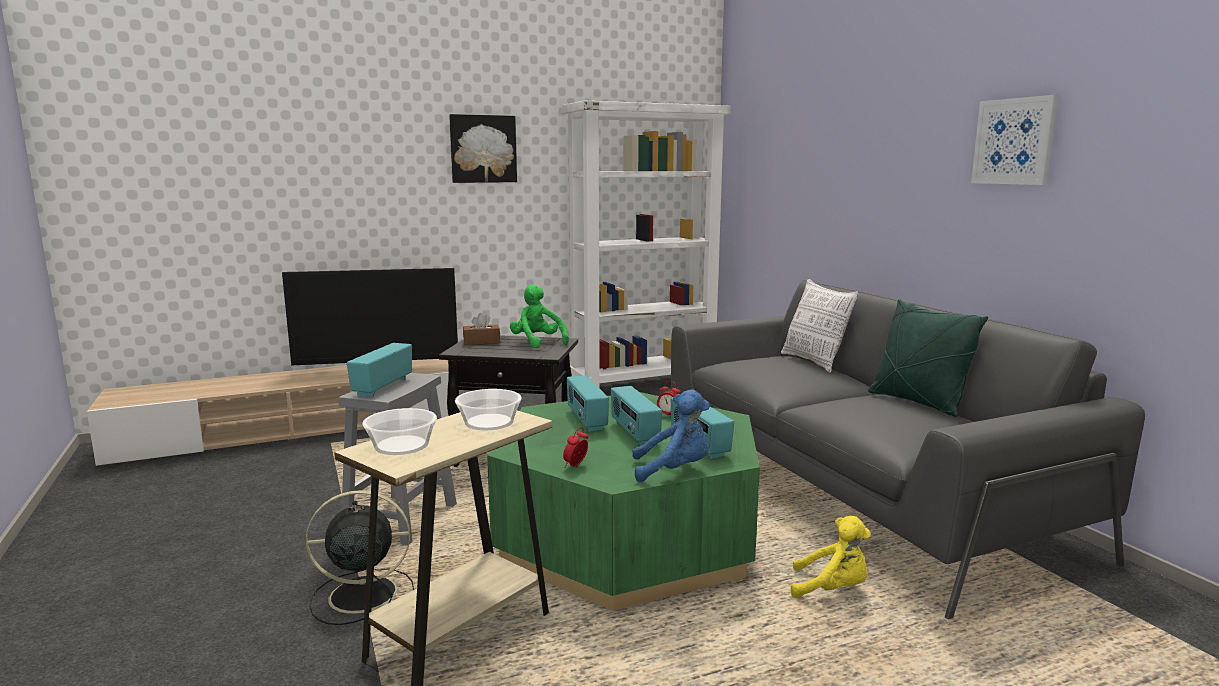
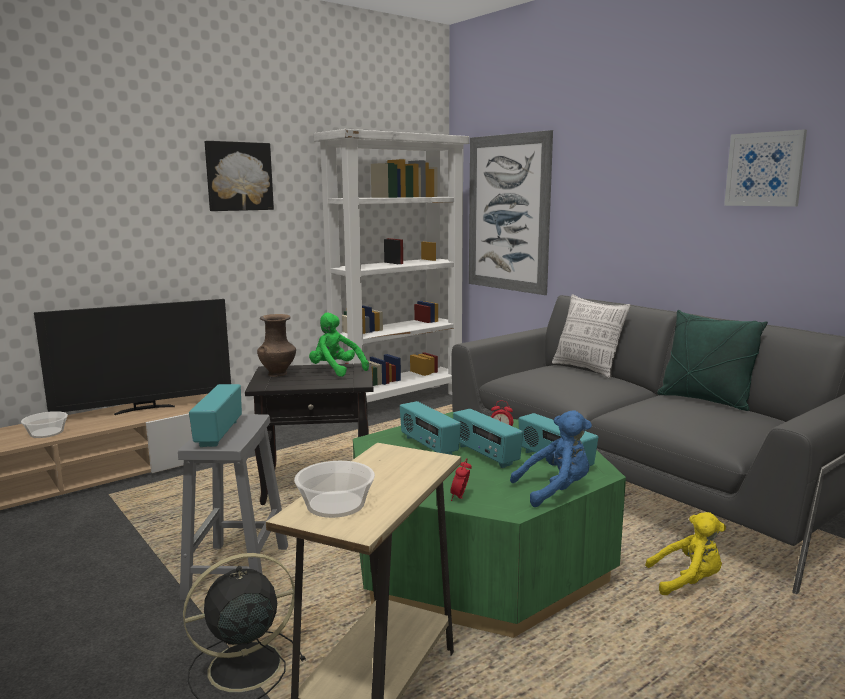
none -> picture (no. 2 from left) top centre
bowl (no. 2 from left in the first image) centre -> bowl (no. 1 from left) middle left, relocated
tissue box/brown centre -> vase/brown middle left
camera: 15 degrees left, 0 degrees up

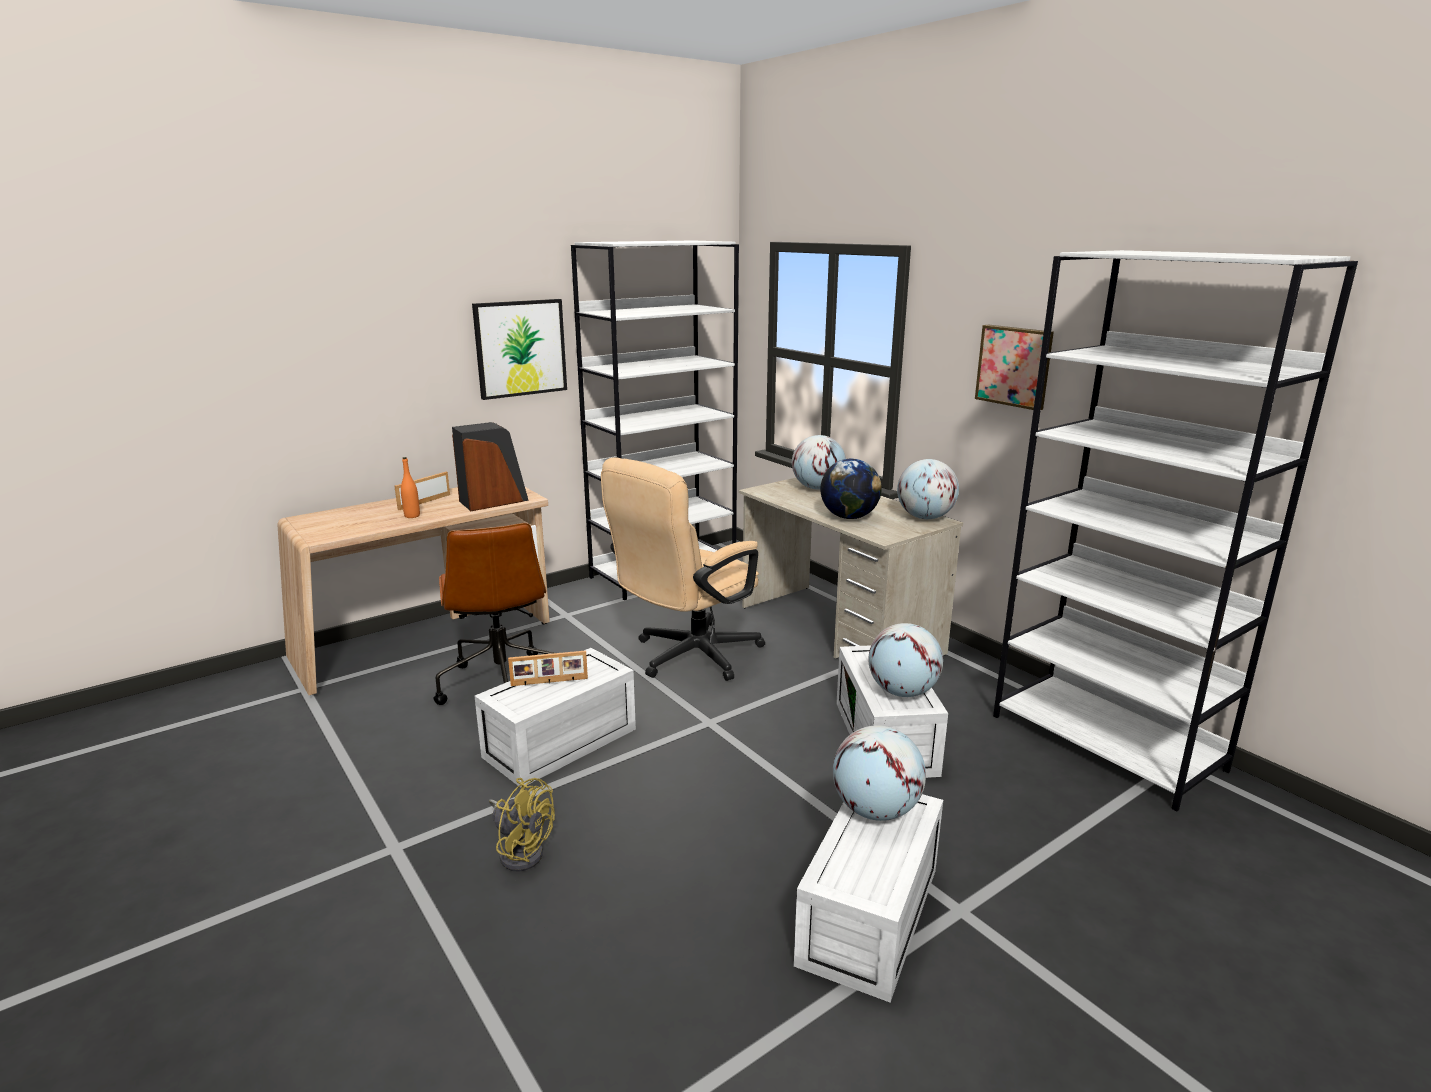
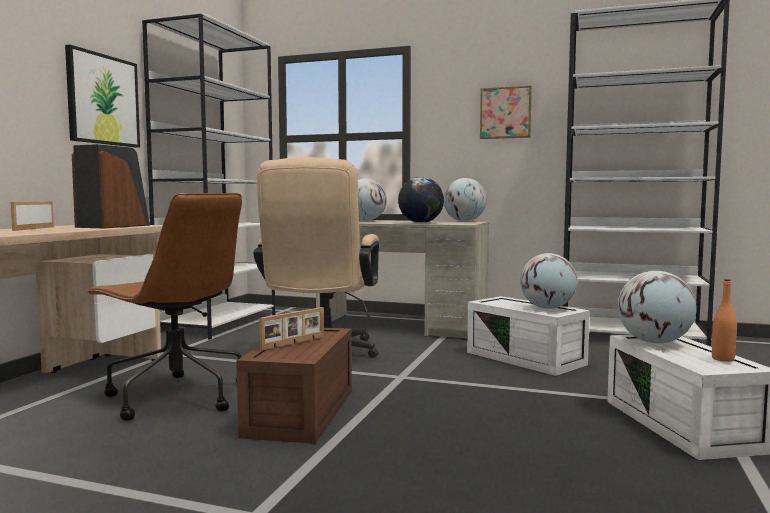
fan/yellow bottom centre -> none
bottle/orange middle left -> bottle/orange middle right, relocated
storage box/white (no. 1 from left) centre -> storage box/brown bottom centre
camera: 35 degrees left, 15 degrees down

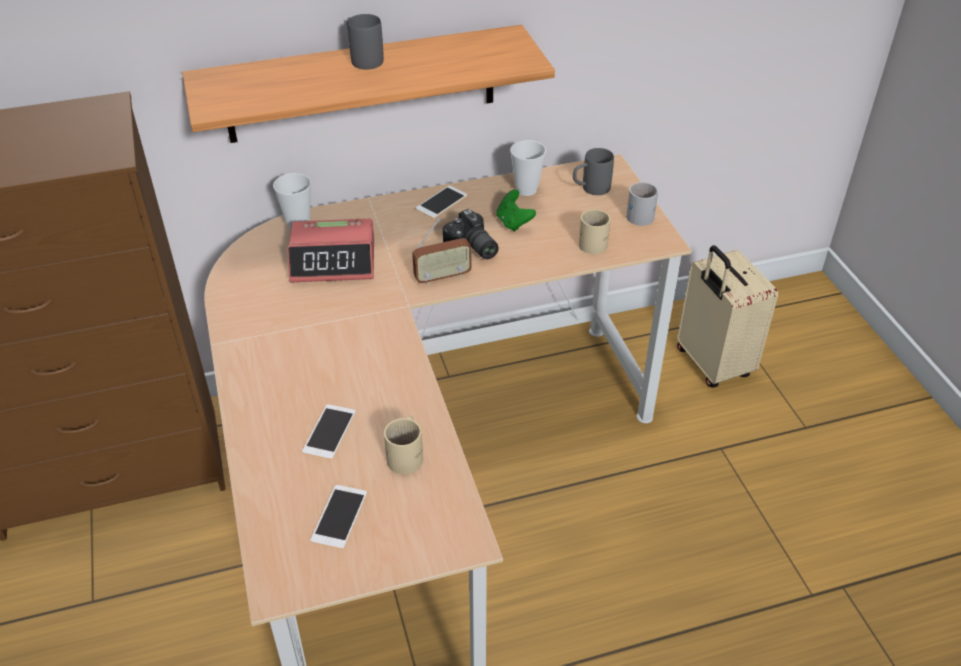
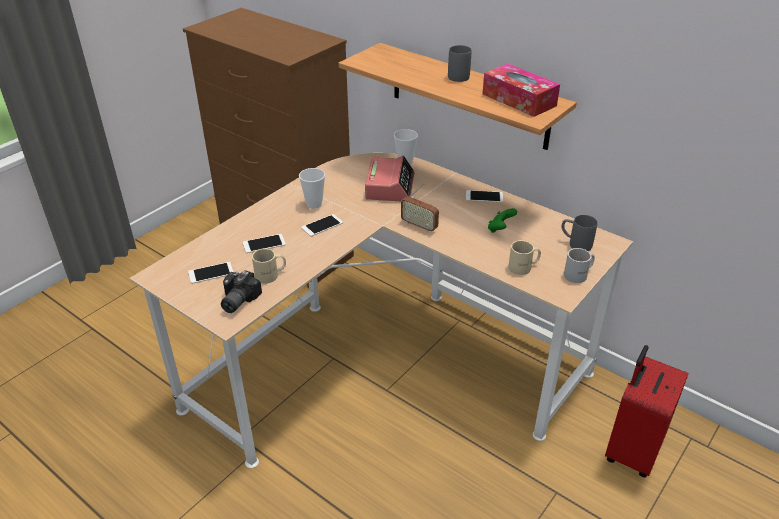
none -> phone (no. 3 from left) centre
none -> tissue box top right
photo camera centre -> photo camera middle left, relocated
cup (no. 2 from left in the first image) top centre -> cup (no. 1 from left) centre, relocated
suitcase/beige middle right -> suitcase/red bottom right
alarm clock centre, 135 degrees counterclockwise
camera: 55 degrees right, 5 degrees down

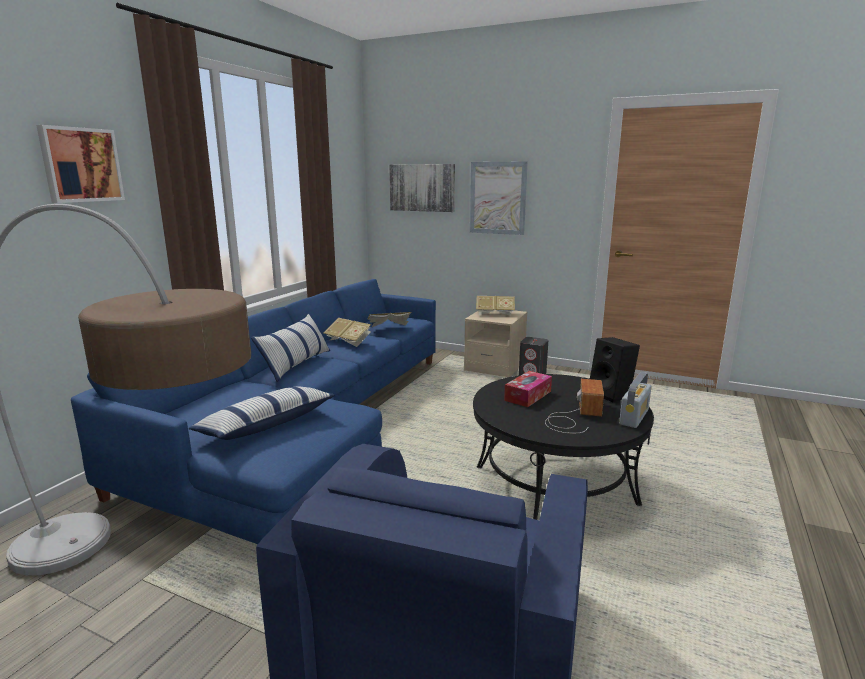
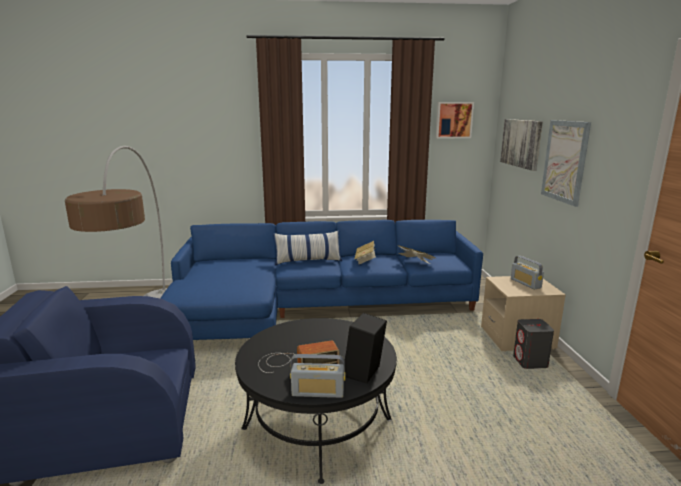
pillow (no. 1 from left) middle left -> none
tissue box centre -> none
picture (no. 1 from left) top left -> picture (no. 1 from left) top right, relocated
book (no. 3 from left) centre -> radio (no. 3 from left) middle right
camera: 60 degrees right, 0 degrees up

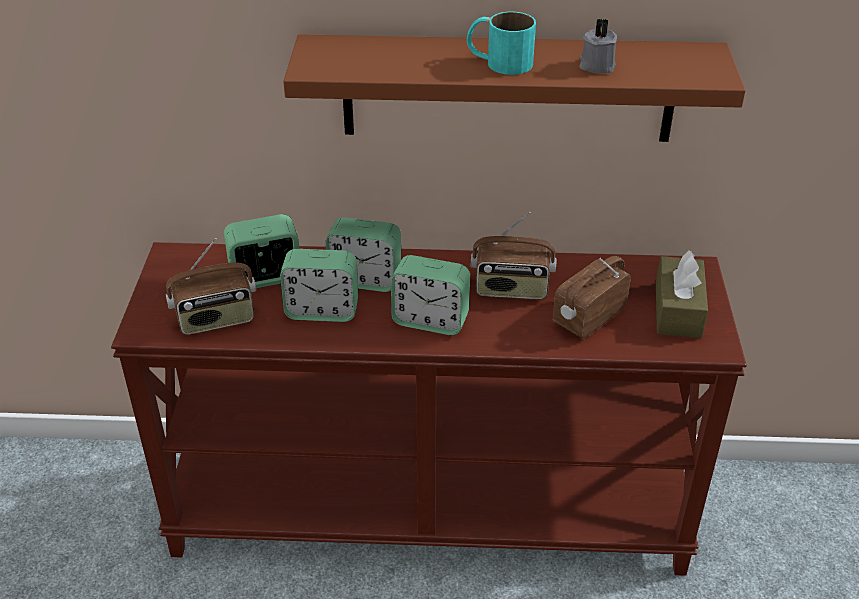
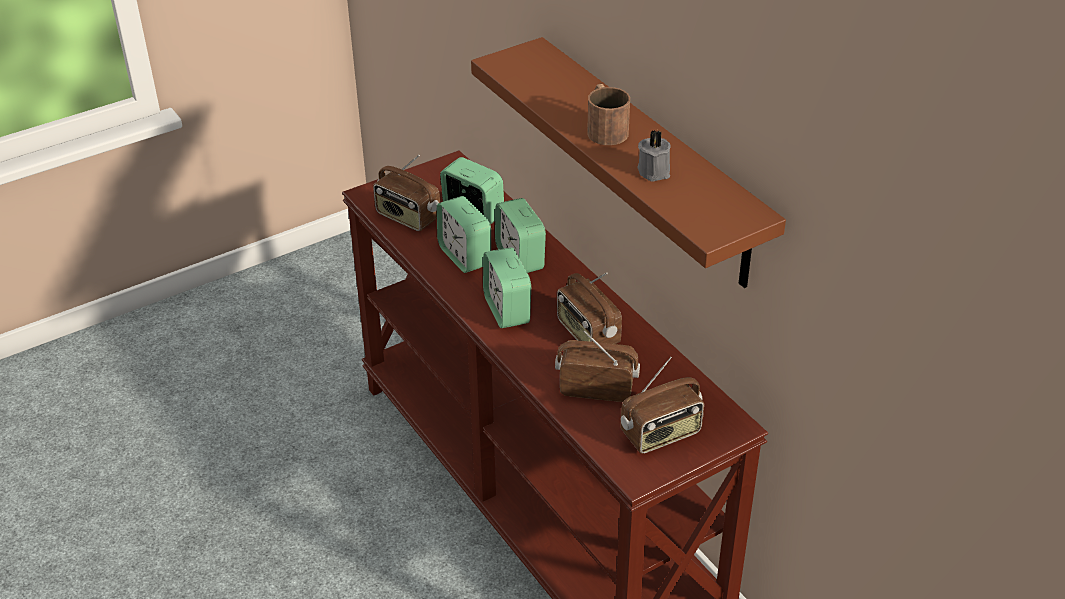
tissue box/brown middle right -> radio (no. 4 from left) bottom centre
mug/turquoise top centre -> mug/brown top centre
camera: 55 degrees right, 0 degrees up

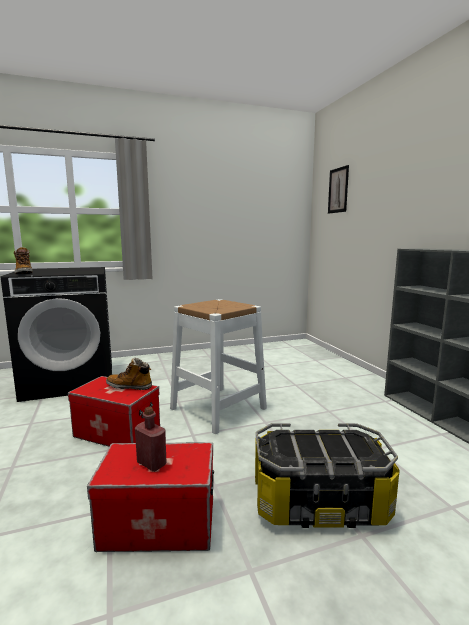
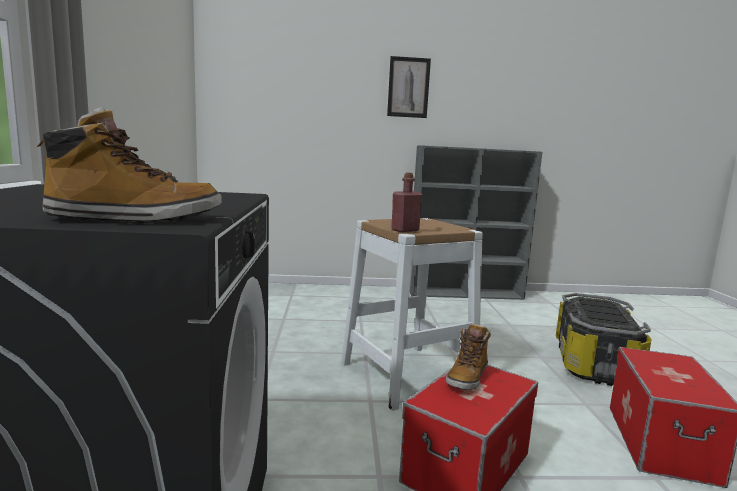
bottle/red bottom left -> bottle/red centre, relocated
picture top right -> picture top centre, relocated
camera: 75 degrees left, 0 degrees up

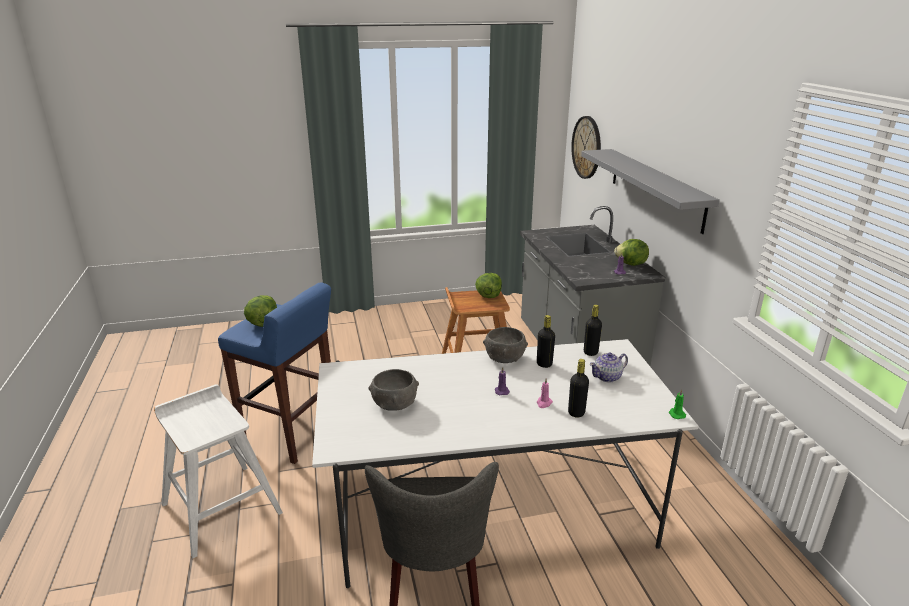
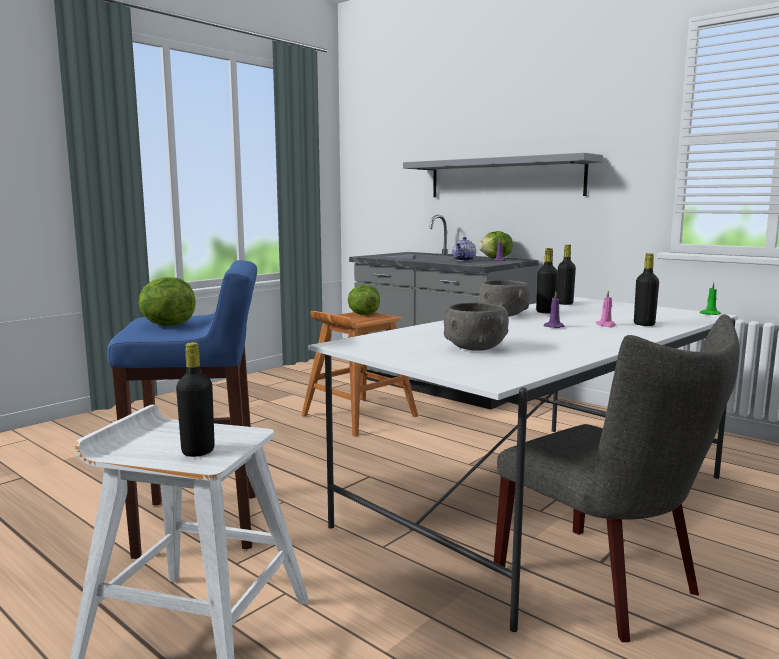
wall clock top centre -> none
none -> bottle/black (no. 1 from left) middle left
teapot middle right -> teapot centre, relocated
camera: 35 degrees left, 15 degrees down

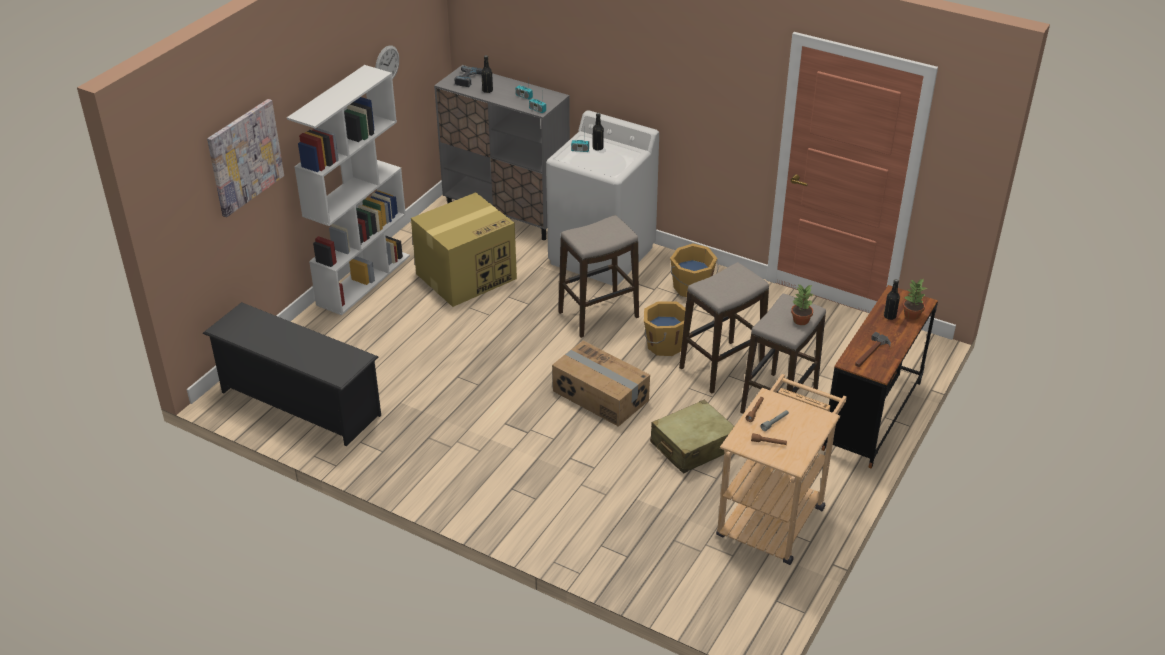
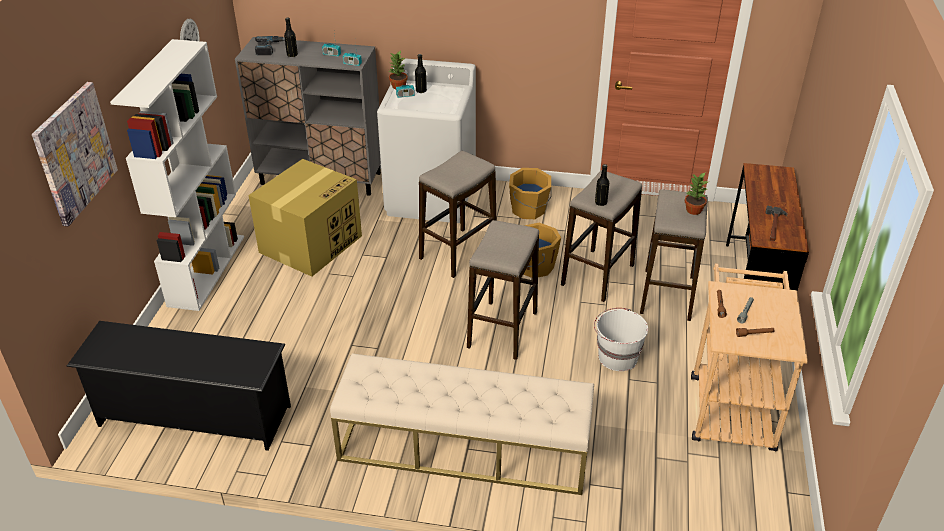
none -> bench/beige bottom centre
bottle/black (no. 3 from left) middle right -> bottle/black (no. 3 from left) centre, relocated
potted plant (no. 2 from left in the first image) middle right -> potted plant (no. 1 from left) top centre, relocated
cardboard box (no. 2 from left) centre -> stool (no. 2 from left) centre
suitcase/beige bottom centre -> bucket/white centre
camera: 20 degrees left, 0 degrees up

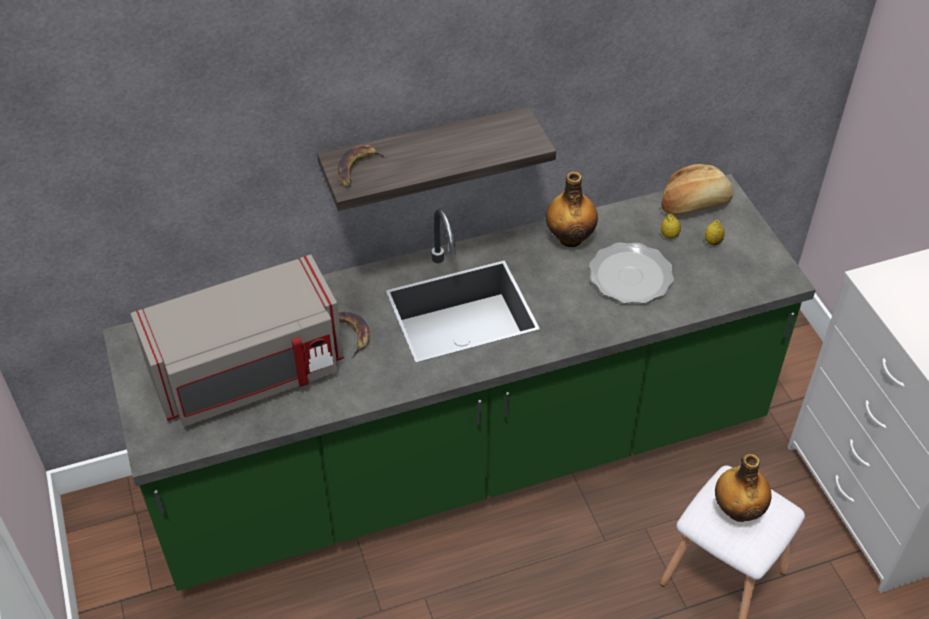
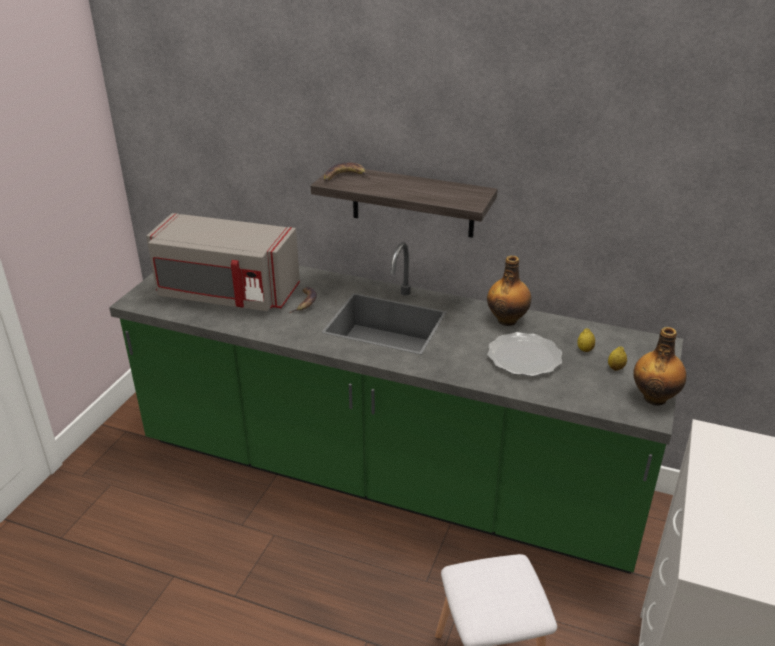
bread top right -> none
bottle (no. 2 from left) bottom right -> bottle (no. 2 from left) middle right, relocated
camera: 40 degrees right, 15 degrees down

